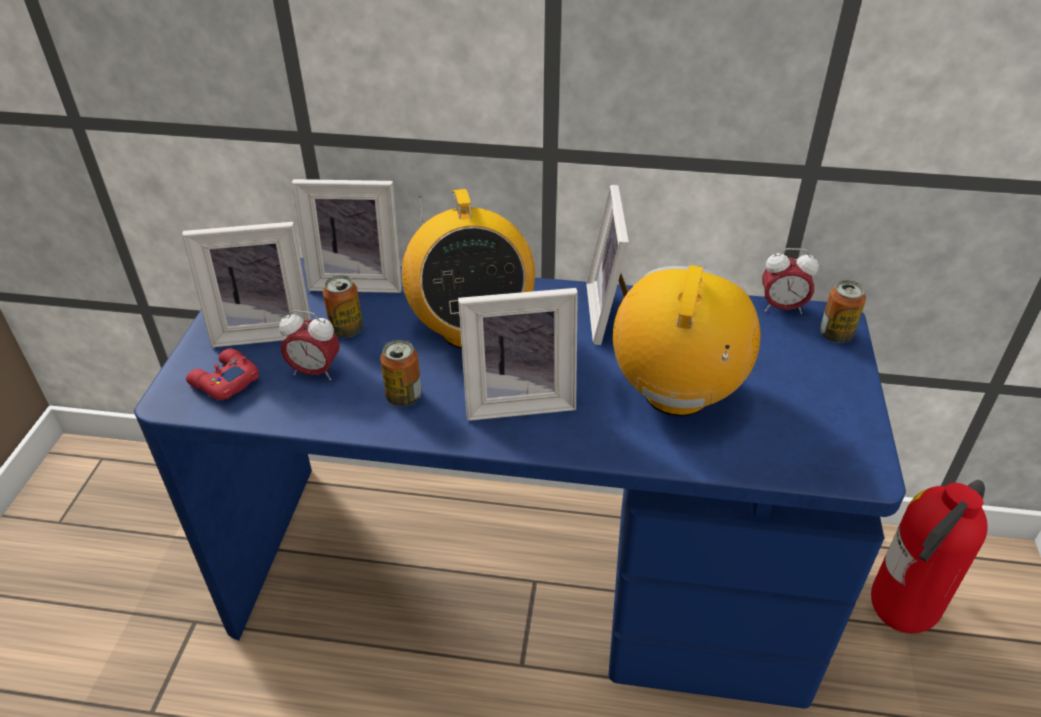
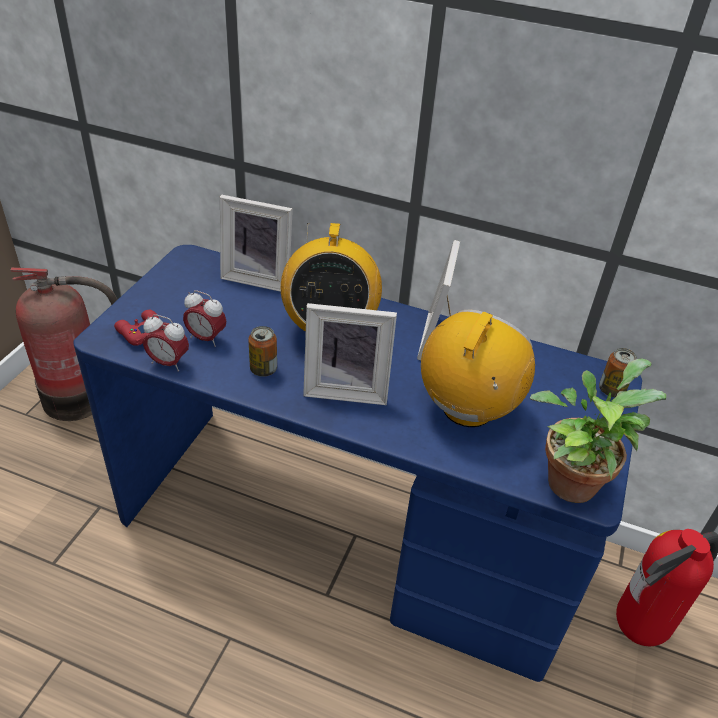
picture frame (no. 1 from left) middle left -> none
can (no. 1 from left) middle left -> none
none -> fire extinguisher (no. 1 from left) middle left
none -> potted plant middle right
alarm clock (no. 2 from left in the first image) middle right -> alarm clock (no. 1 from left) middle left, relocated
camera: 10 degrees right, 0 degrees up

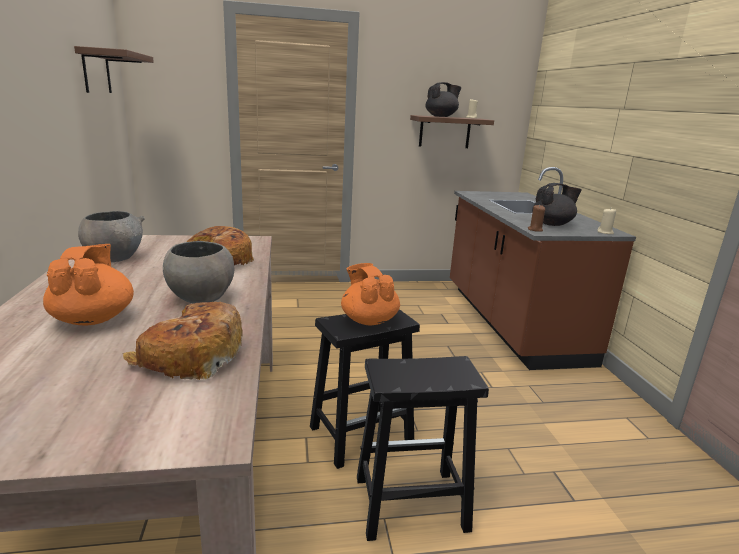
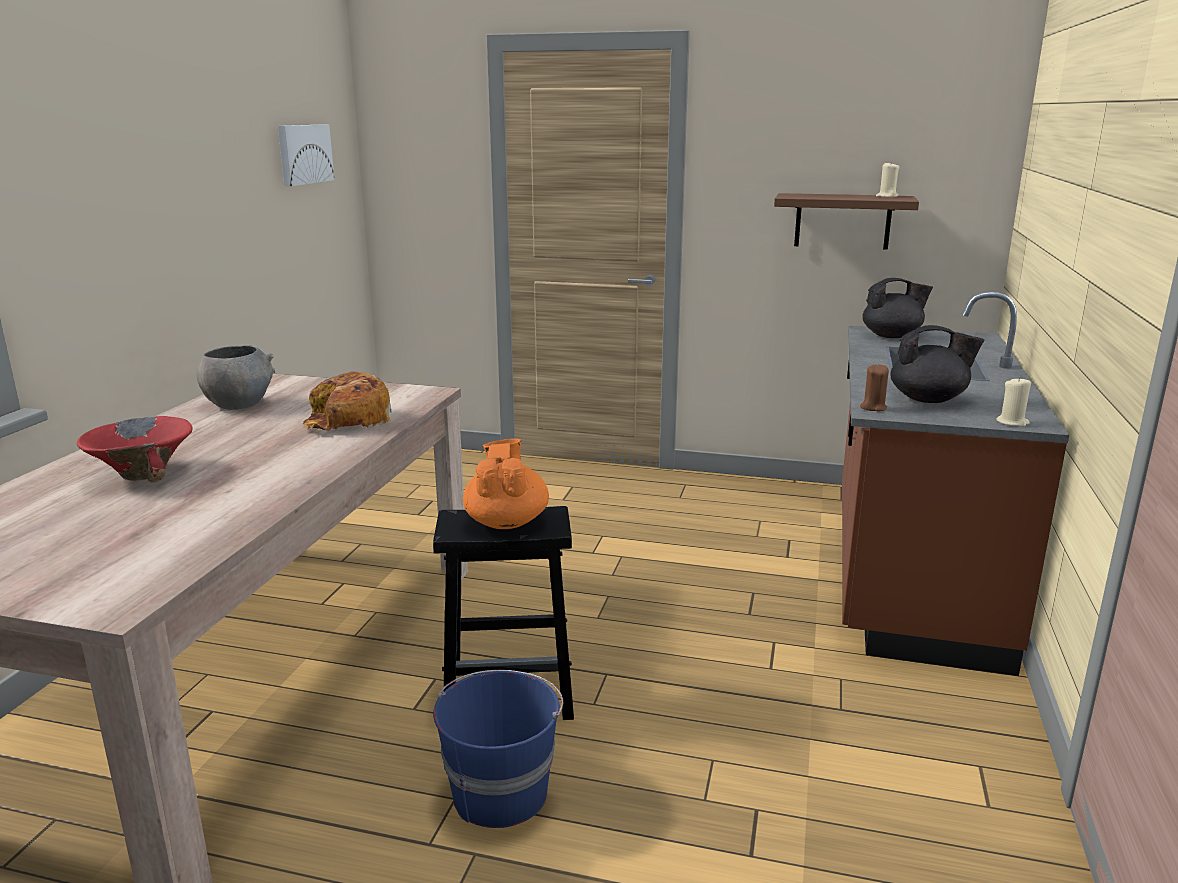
bread (no. 1 from left) middle left -> none
bowl/grey (no. 2 from left) middle left -> none
teapot/black (no. 1 from left) top centre -> teapot/black (no. 1 from left) middle right, relocated
teapot/orange (no. 1 from left) middle left -> bowl/red middle left
shelf/brown (no. 1 from left) top left -> picture top left
stool/black (no. 2 from left) bottom centre -> bucket/blue bottom centre
camera: 25 degrees right, 0 degrees up

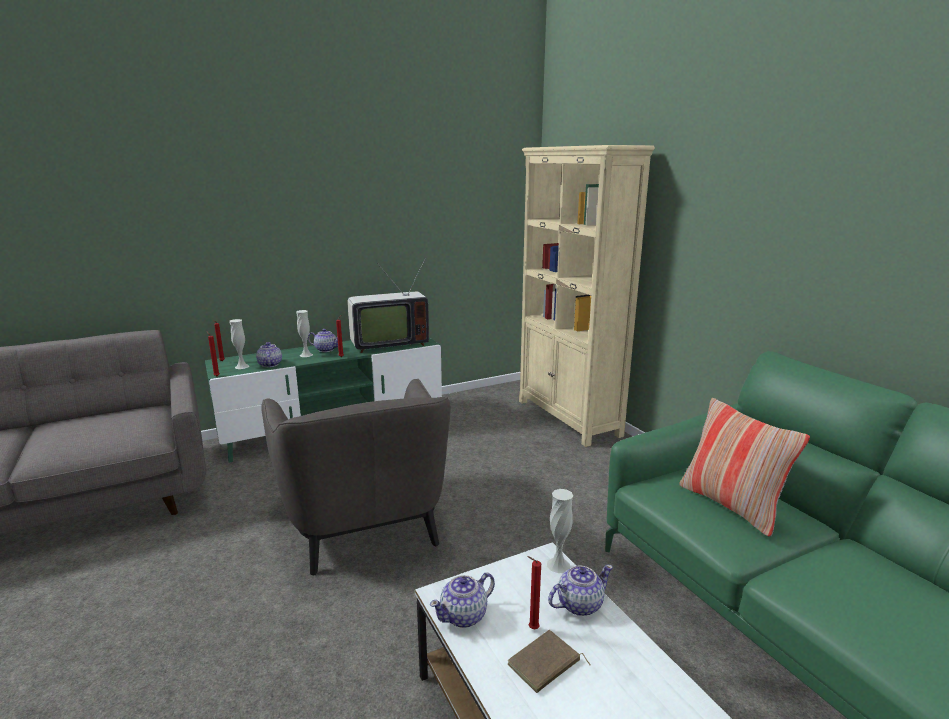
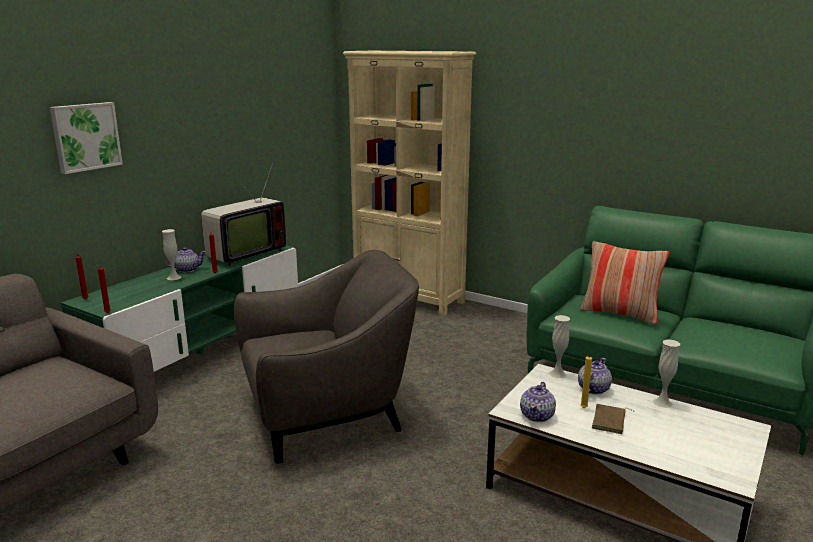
teapot (no. 1 from left) middle left -> none
none -> picture top left
vase/white (no. 1 from left in the first image) middle left -> vase/white (no. 3 from left) bottom right, relocated
candle/red (no. 4 from left) bottom centre -> candle/yellow bottom right
armchair/grey centre, 60 degrees counterclockwise
camera: 30 degrees left, 0 degrees up

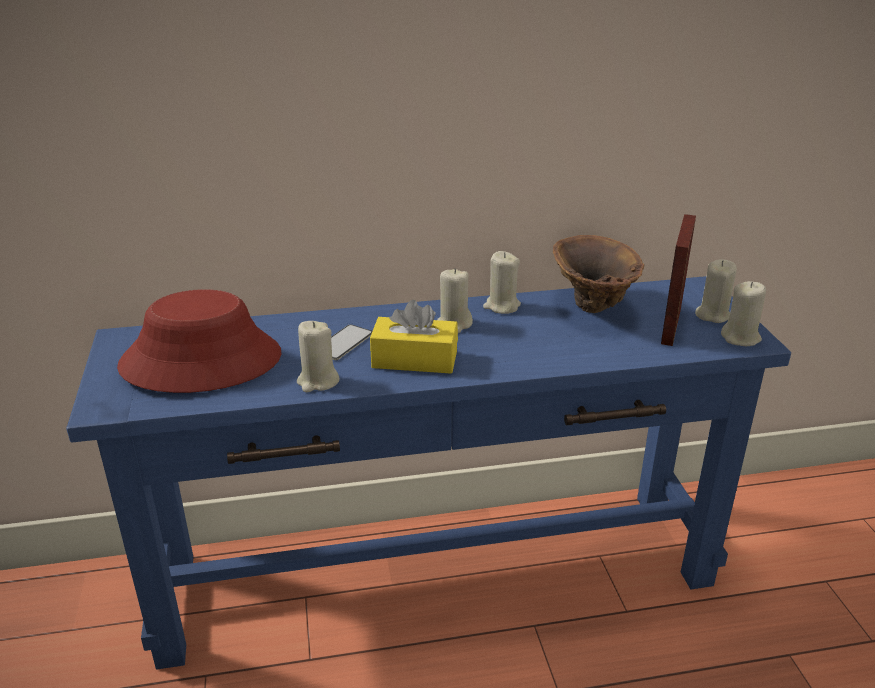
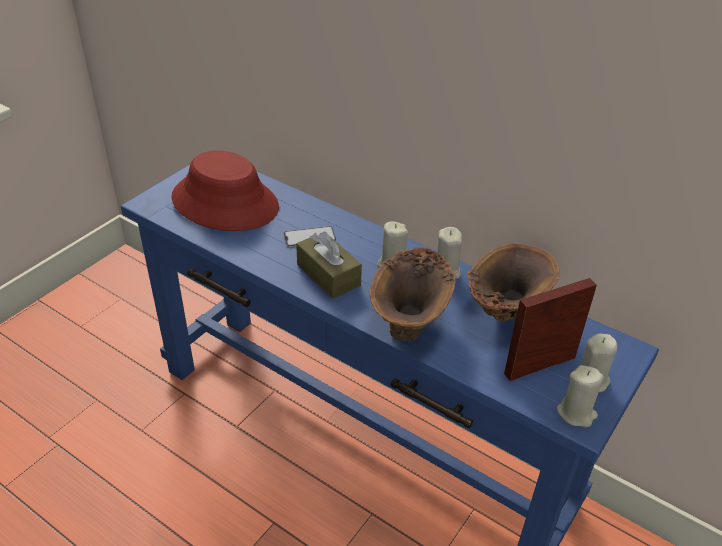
candle/beige (no. 1 from left) centre -> none
none -> vase/brown (no. 1 from left) centre
tissue box/yellow centre -> tissue box/brown centre
camera: 45 degrees right, 10 degrees up

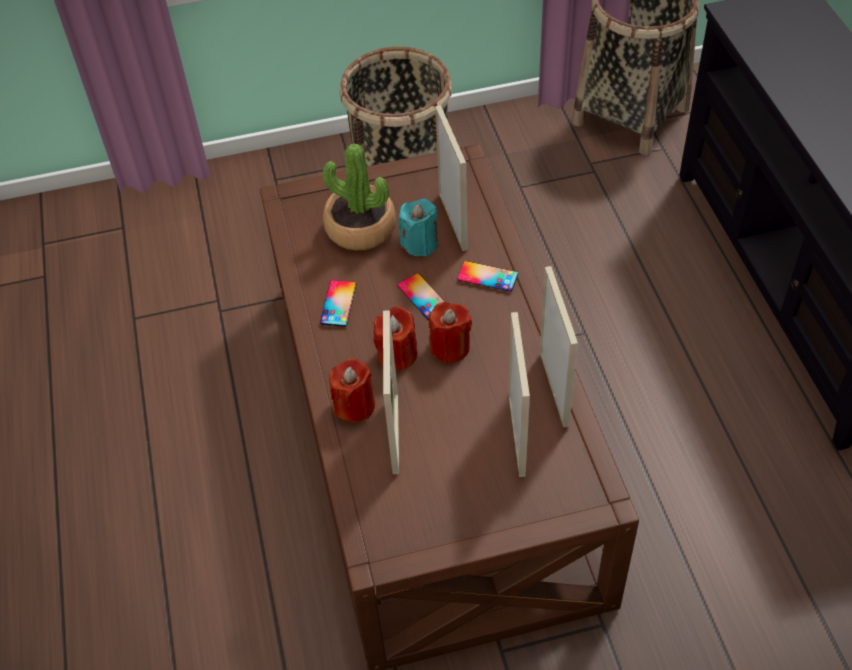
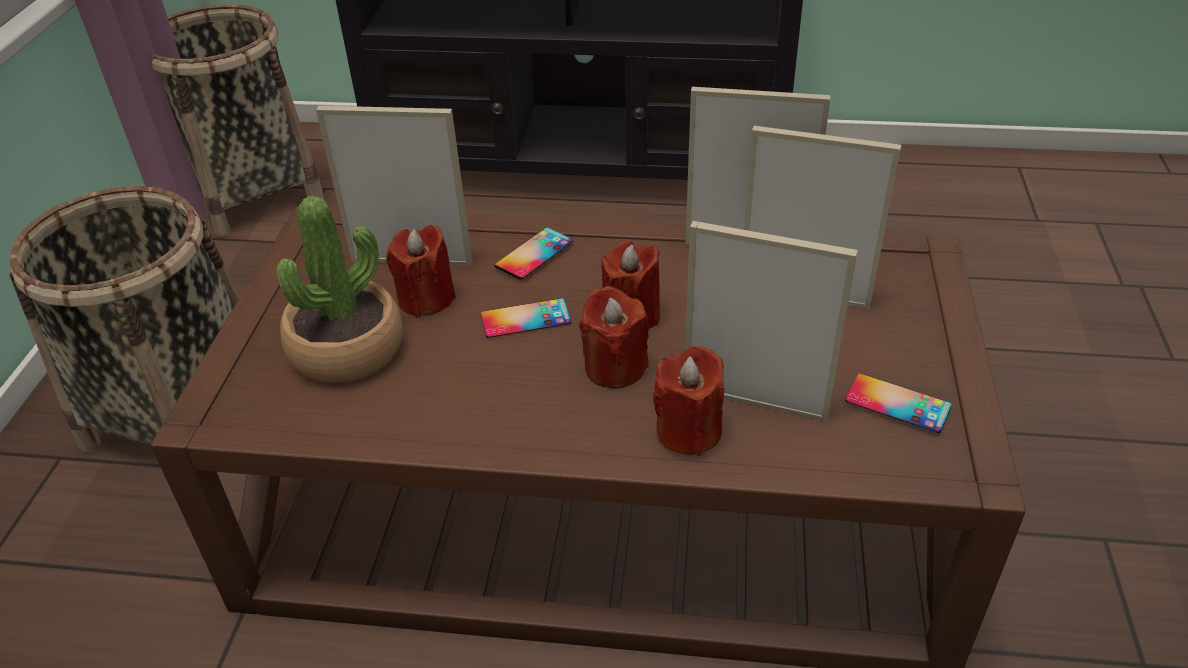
phone (no. 1 from left in the first image) centre -> phone (no. 3 from left) middle right, relocated
candle/turquoise centre -> candle/red (no. 1 from left) centre
camera: 70 degrees left, 10 degrees down

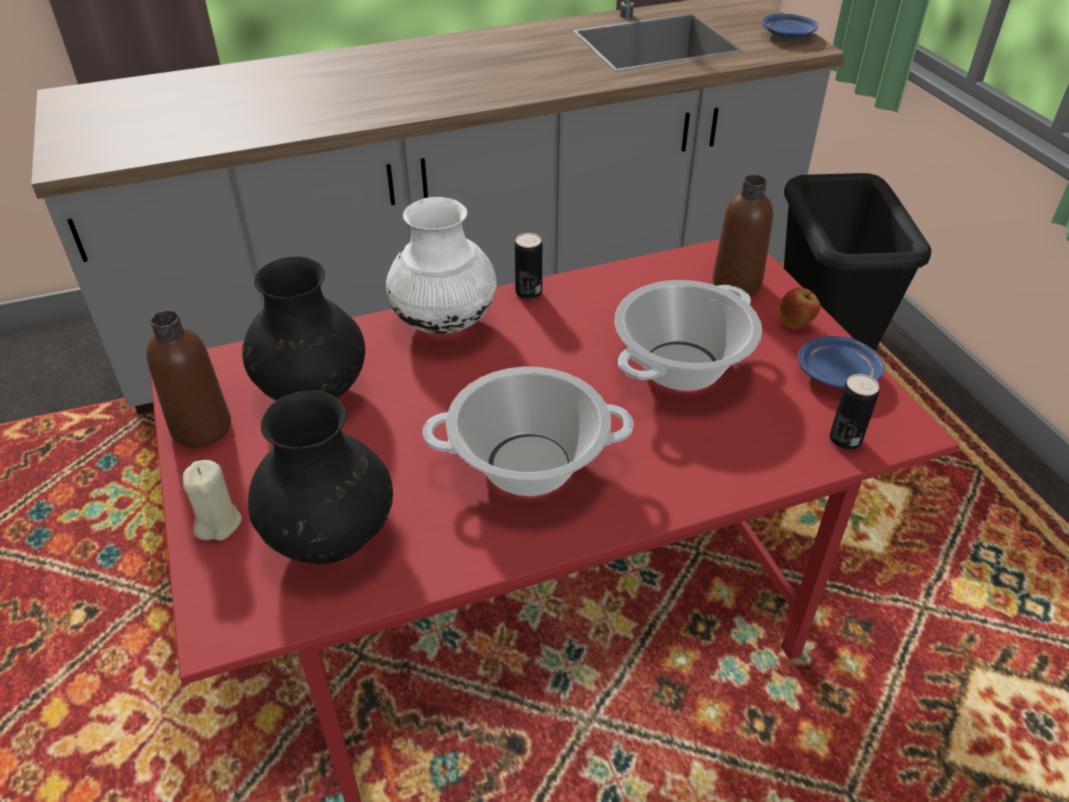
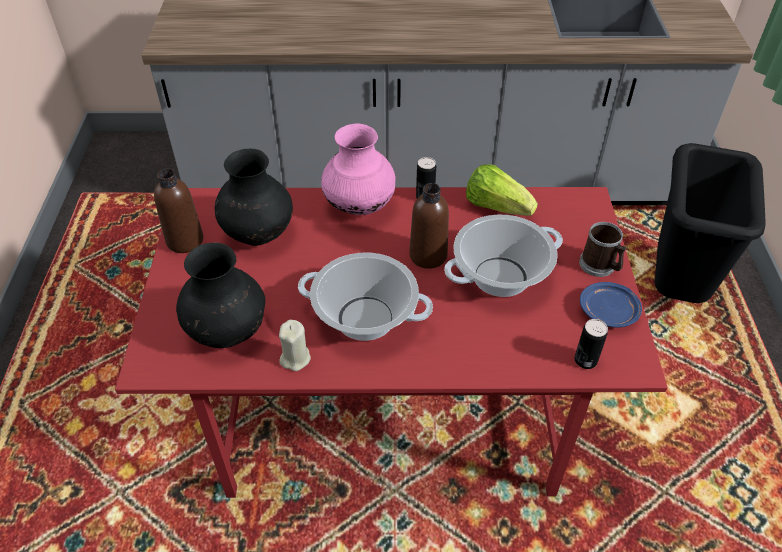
plate/blue (no. 1 from left) top right -> none
none -> lettuce centre
candle/beige middle left -> candle/beige centre, relocated
bottle/brown (no. 2 from left) top right -> bottle/brown (no. 2 from left) centre, relocated
apple middle right -> mug middle right
vase/white top centre -> vase/pink top centre
camera: 20 degrees right, 5 degrees up

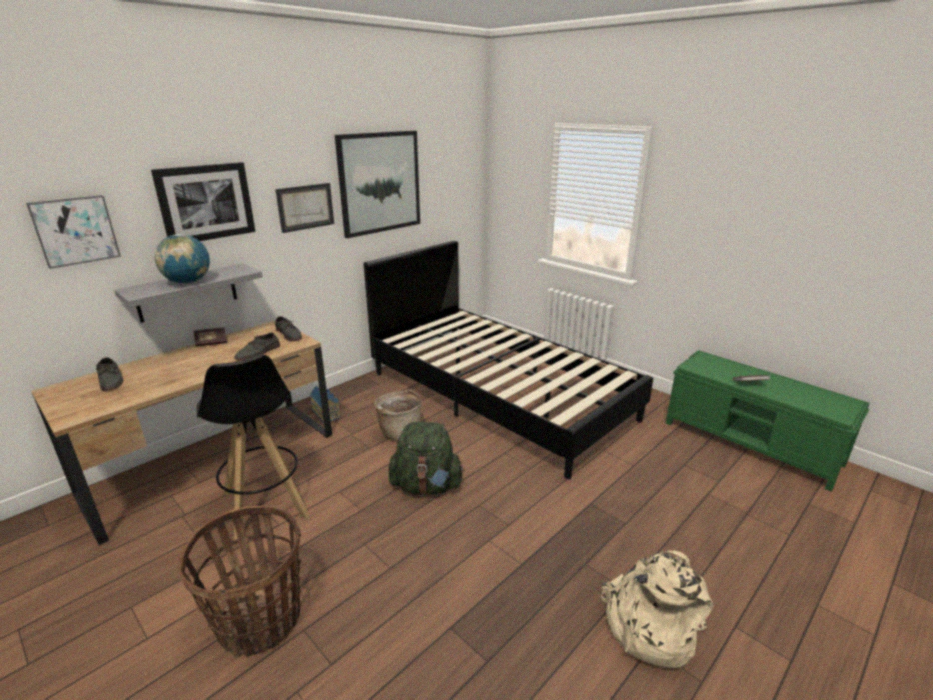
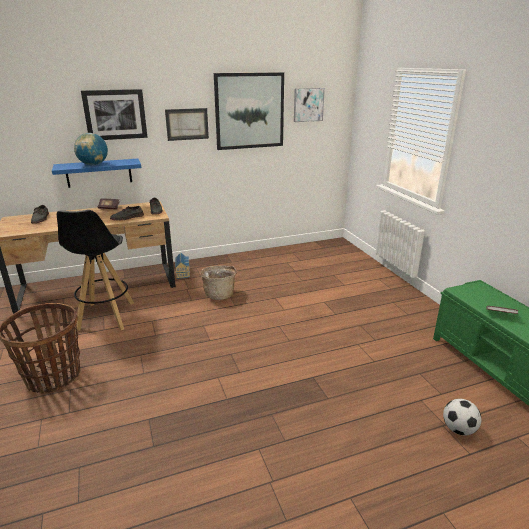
bed/black centre -> none
backpack/green centre -> none
backpack/beige bottom right -> none
none -> football bottom right
picture (no. 1 from left in the first image) top left -> picture (no. 4 from left) top centre, relocated
shelf/grey middle left -> shelf/blue top left
camera: 25 degrees right, 0 degrees up

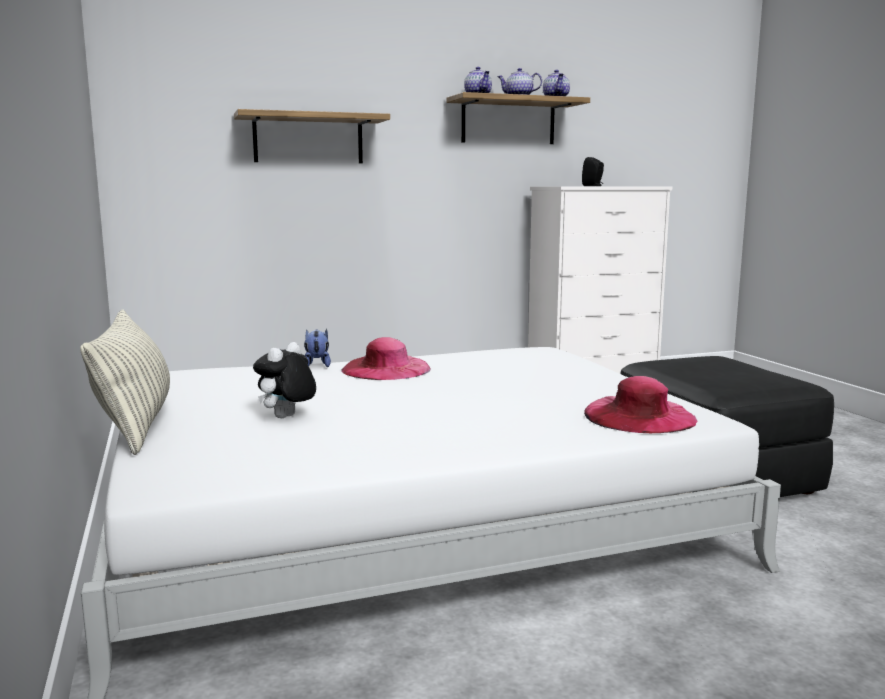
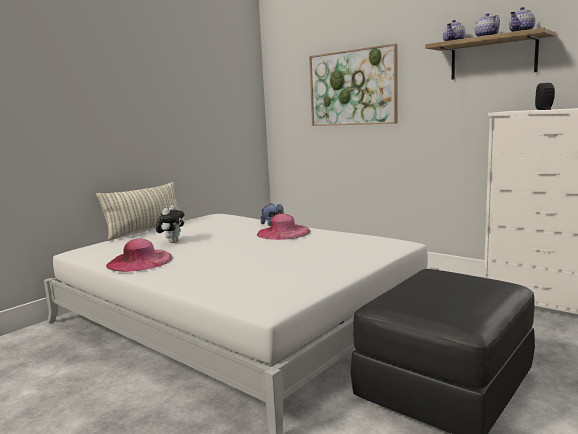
hat/pink (no. 2 from left in the first image) middle right -> hat/pink (no. 1 from left) middle left, relocated
shelf (no. 1 from left) top centre -> picture top centre
plush toy (no. 1 from left) middle left, 105 degrees clockwise
camera: 60 degrees right, 0 degrees up

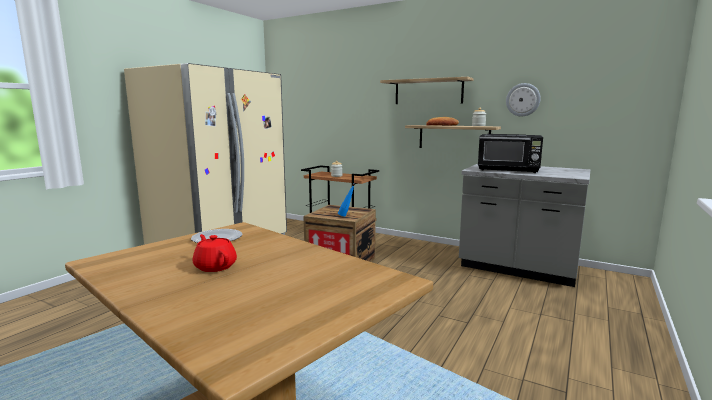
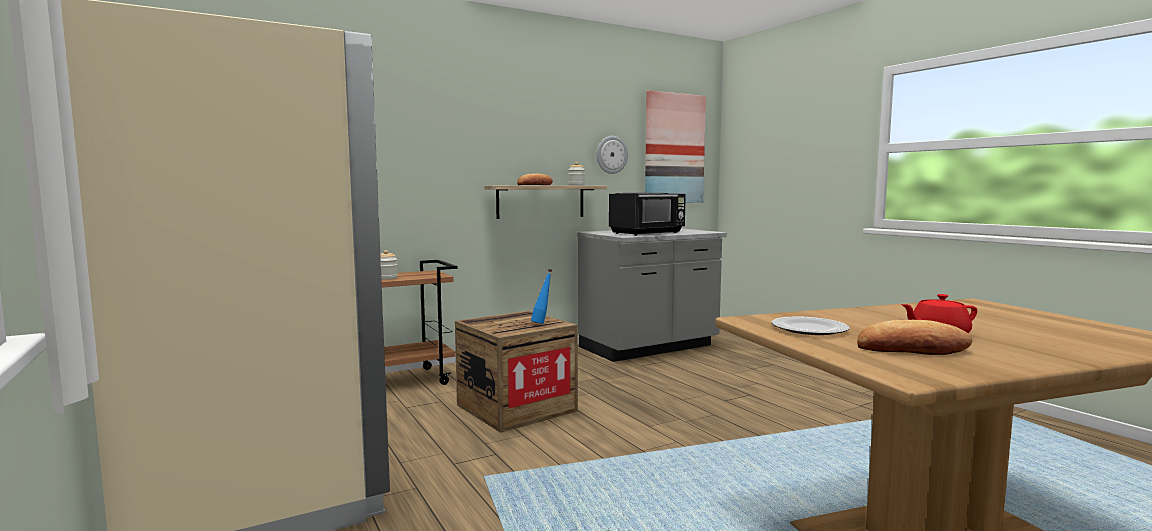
shelf (no. 1 from left) top centre -> none
none -> picture top centre
none -> bread (no. 2 from left) middle right
camera: 60 degrees left, 5 degrees down

